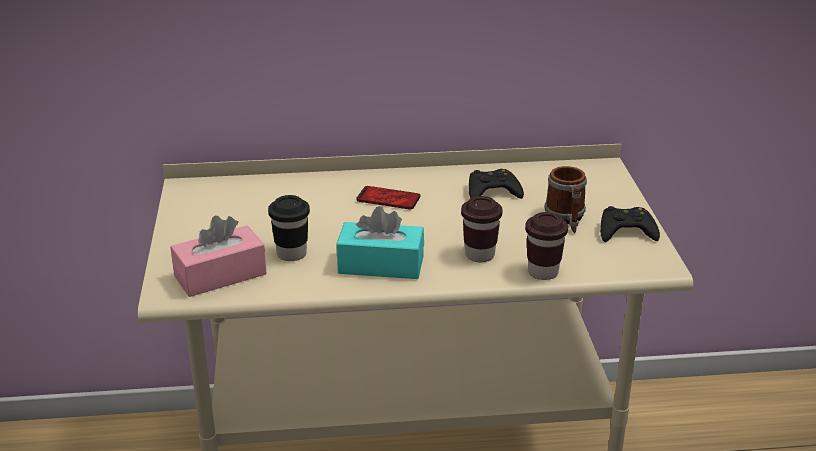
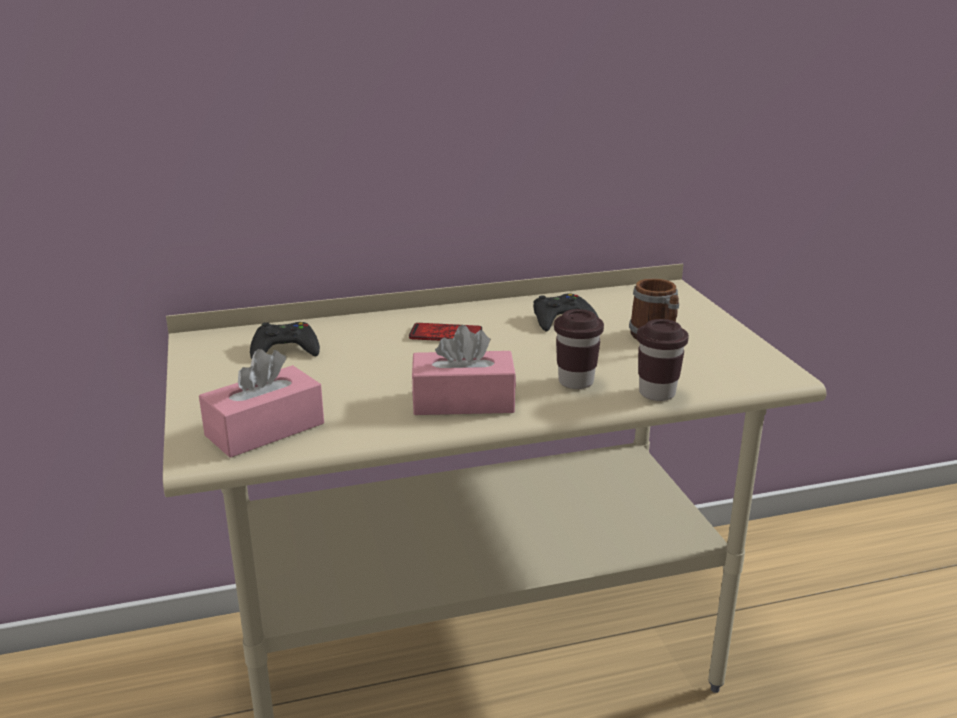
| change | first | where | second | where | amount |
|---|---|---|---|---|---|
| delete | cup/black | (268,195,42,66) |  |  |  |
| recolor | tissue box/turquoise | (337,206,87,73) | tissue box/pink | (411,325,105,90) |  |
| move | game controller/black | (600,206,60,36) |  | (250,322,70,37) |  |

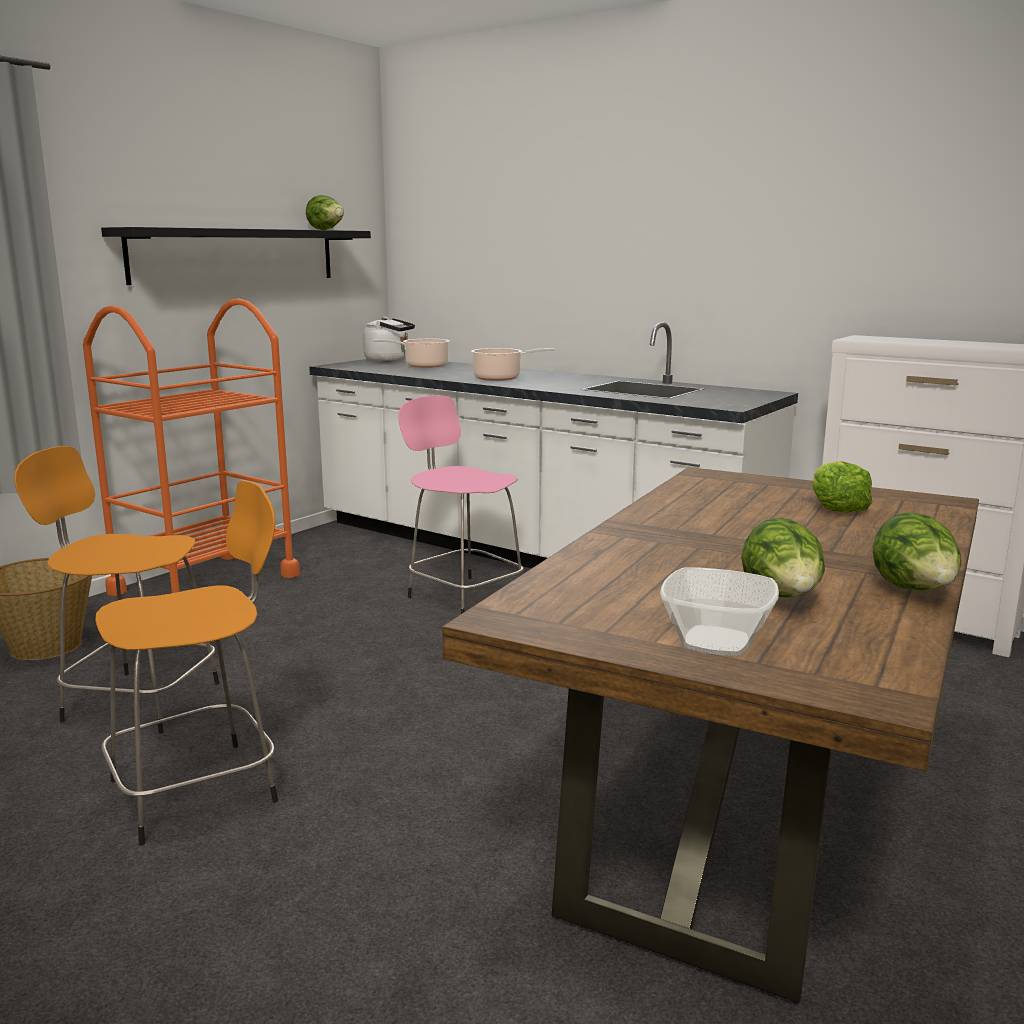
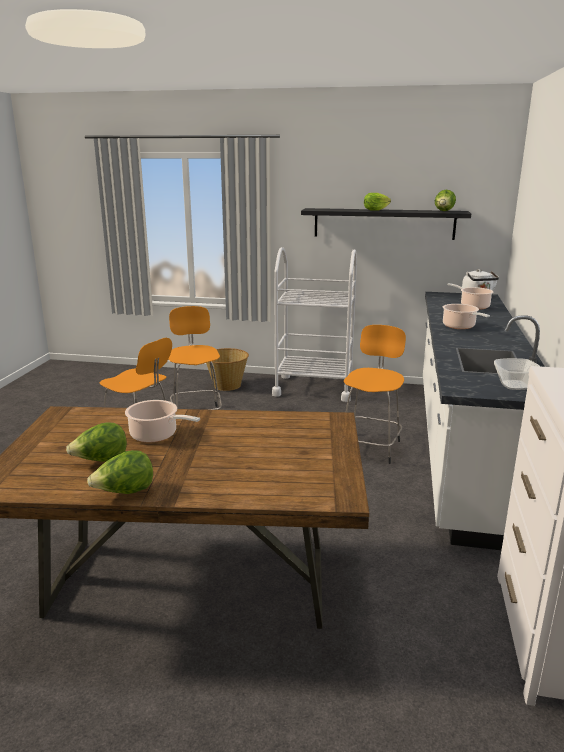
| change | first | where | second | where | amount |
|---|---|---|---|---|---|
| recolor | cart/orange | (83,298,217,298) | cart/white | (272,247,85,155) |  |
| recolor | stool/pink | (398,395,126,219) | stool/orange | (344,325,62,139) |  |
| move | lettuce | (812,461,61,52) |  | (364,193,27,18) |  |
| move | bowl | (660,567,119,89) |  | (494,358,45,32) |  |
| insert |  |  | cooking pot | (125,400,75,42) |  |

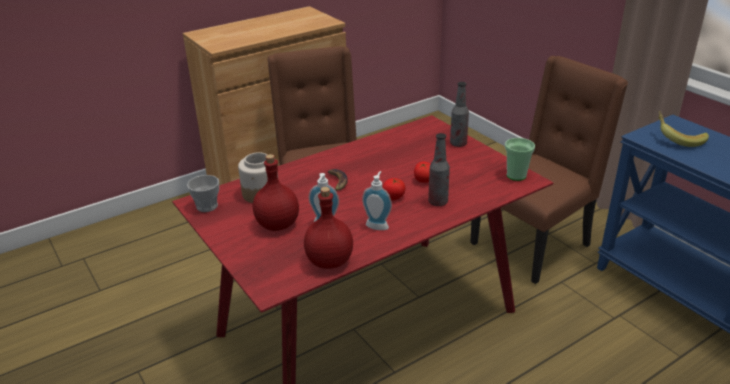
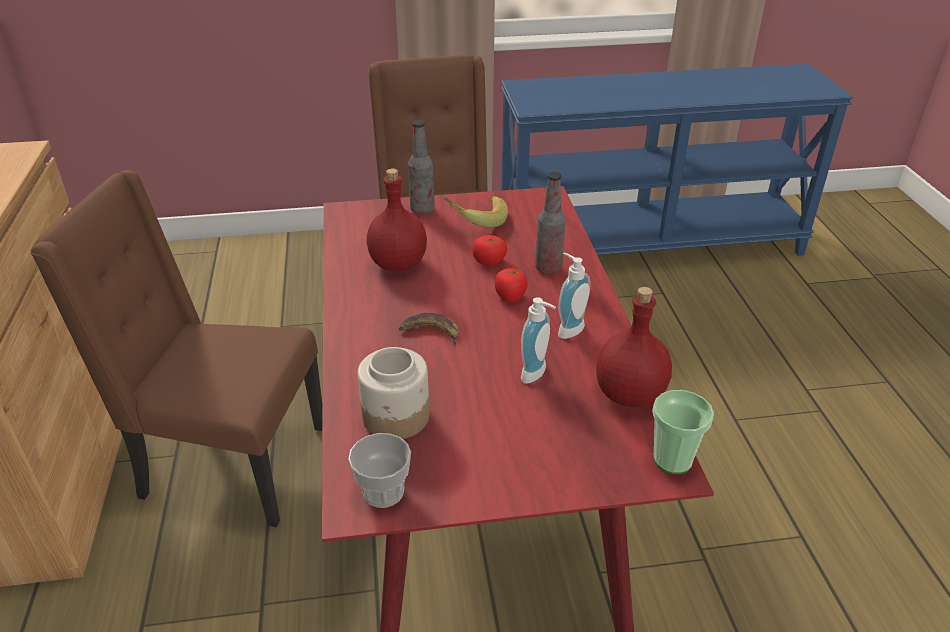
| change | first | where | second | where | amount |
|---|---|---|---|---|---|
| move | banana | (659,111,50,36) |  | (443,196,65,32) |  |
| move | cup | (505,138,30,43) |  | (652,390,62,84) |  |
| move | bottle/red | (253,154,46,77) |  | (367,169,60,102) |  |

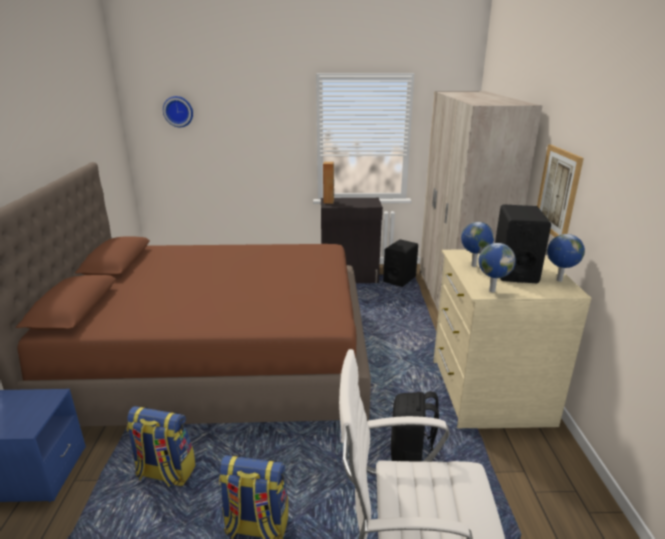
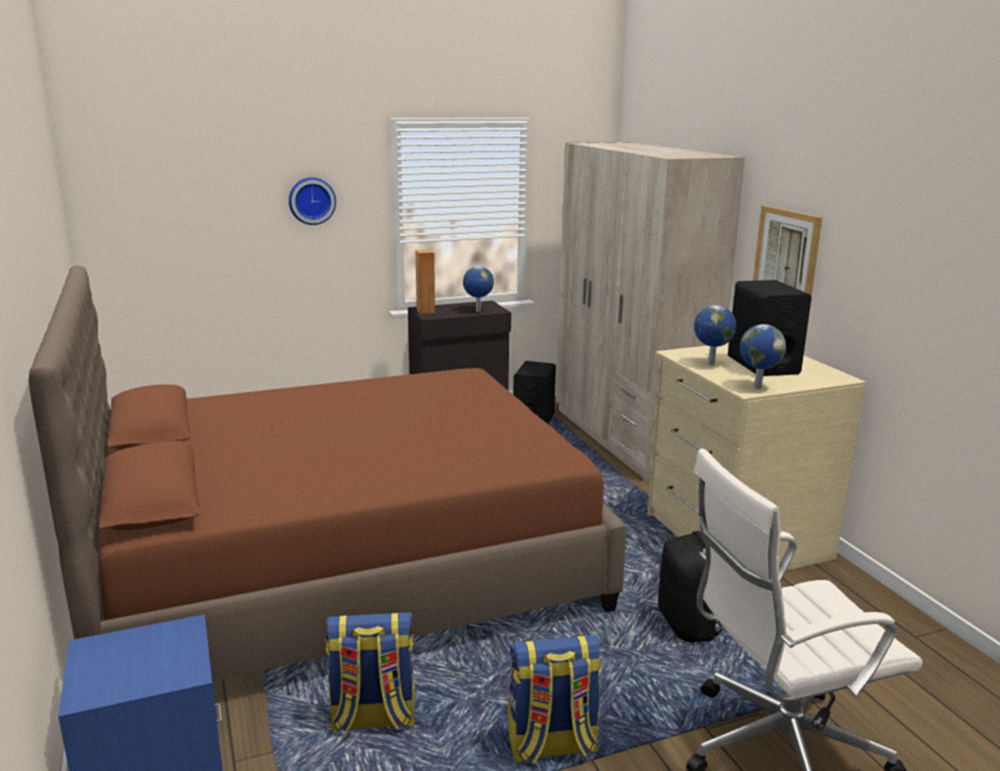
| change | first | where | second | where | amount |
|---|---|---|---|---|---|
| move | wall clock | (163,96,30,31) |  | (289,177,47,48) |  |
| move | globe | (547,234,38,48) |  | (463,266,31,46) |  |

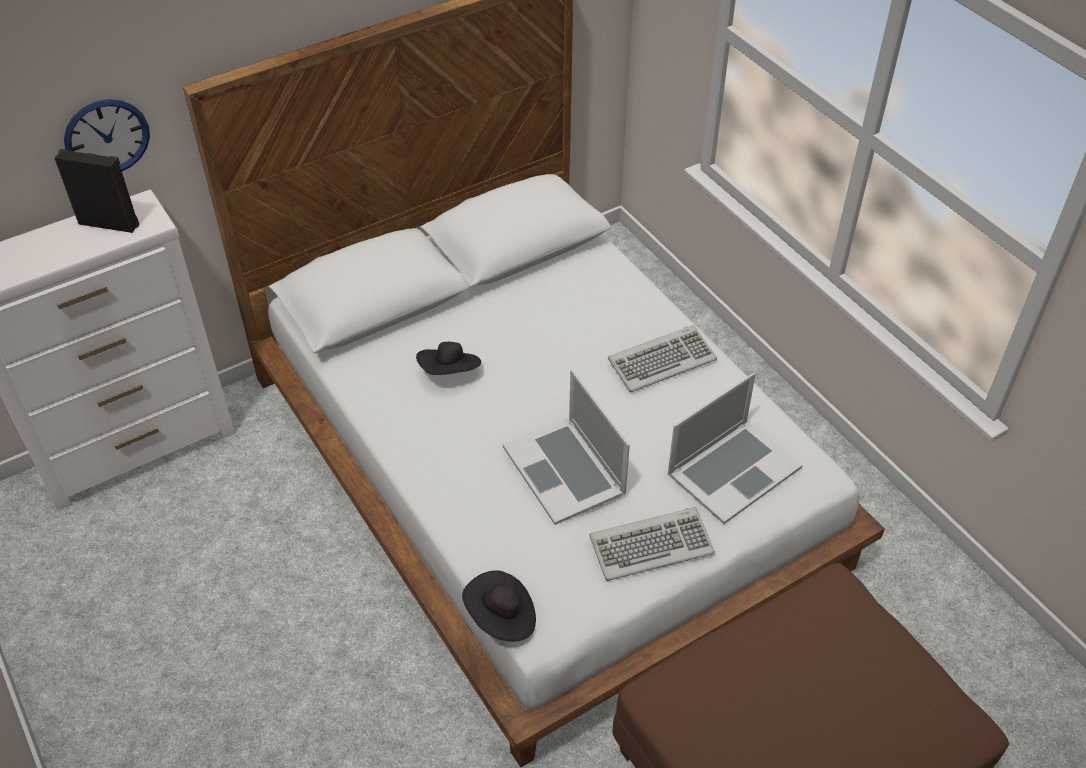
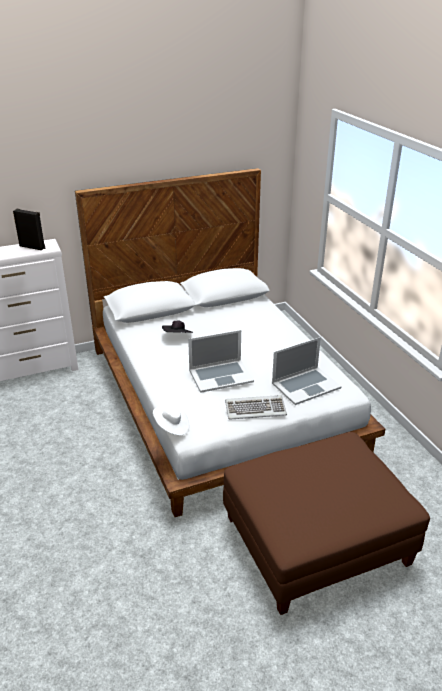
| change | first | where | second | where | amount |
|---|---|---|---|---|---|
| delete | wall clock | (64,99,86,72) |  |  |  |
| delete | keyboard | (608,325,109,67) |  |  |  |
| rotate | laptop | (503,370,127,155) |  | (188,330,66,63) | 90 degrees counterclockwise |
| recolor | hat/black | (462,570,74,72) | hat/white | (153,404,36,31) |  |

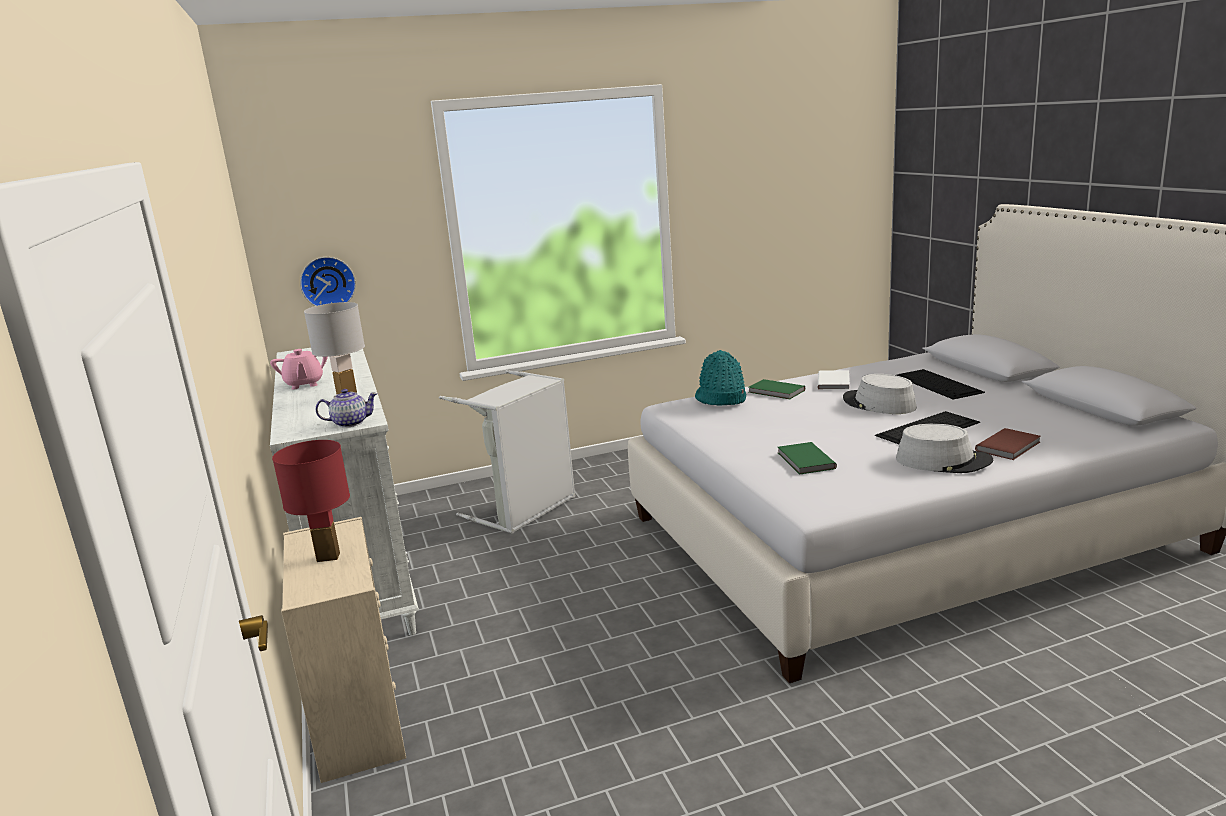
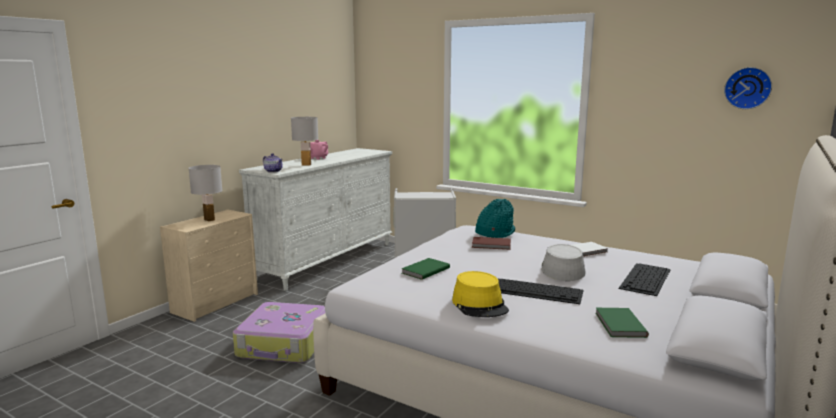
| change | first | where | second | where | amount |
|---|---|---|---|---|---|
| move | wall clock | (300,257,56,49) |  | (724,67,48,42) |  |
| move | book/green | (748,379,57,20) |  | (595,308,54,30) |  |
| recolor | hat/grey | (896,424,97,49) | hat/yellow | (452,271,57,46) |  |
| move | book/brown | (975,428,66,32) |  | (472,237,39,13) |  |
| recolor | table lamp/red | (272,440,78,122) | table lamp/white | (188,165,35,57) |  |
| insert |  |  | suitcase | (233,302,92,61) |  |

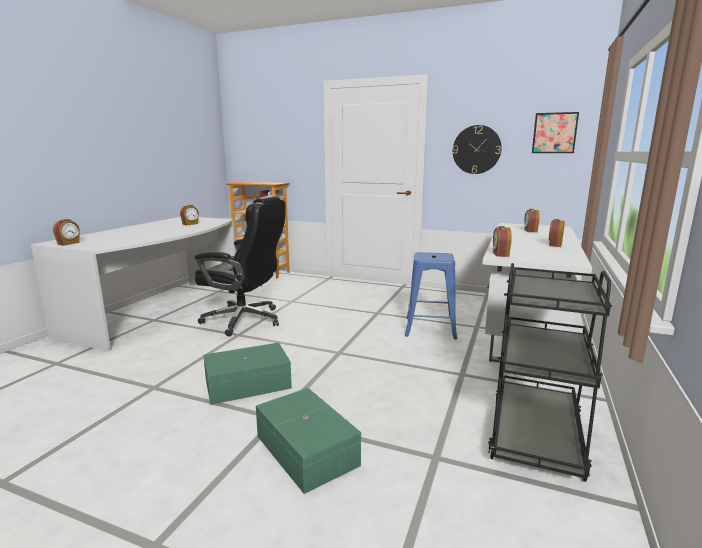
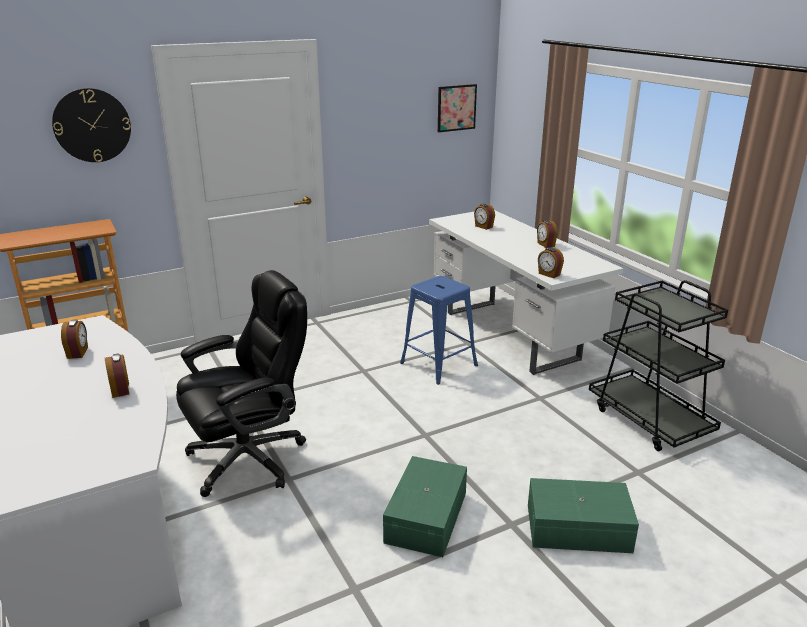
| change | first | where | second | where | amount |
|---|---|---|---|---|---|
| move | wall clock | (453,125,49,49) |  | (52,88,79,74) |  |
| move | alarm clock | (53,219,27,27) |  | (105,354,24,44) |  |

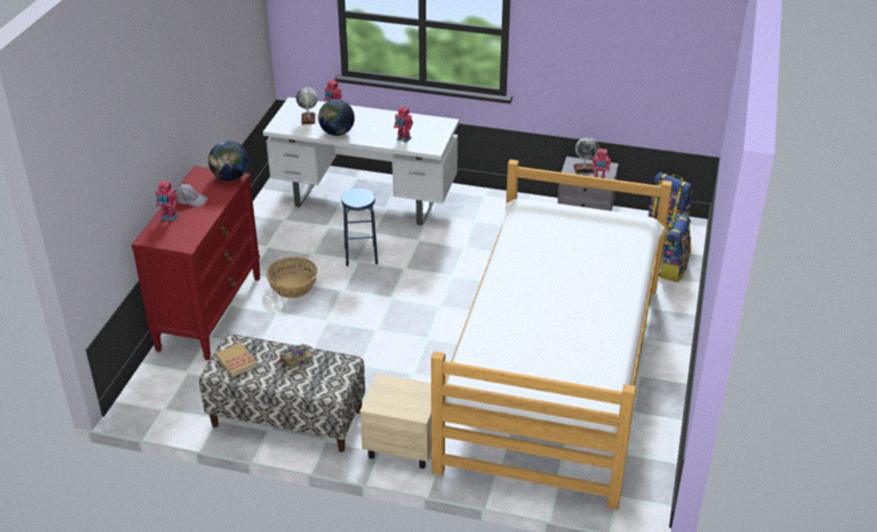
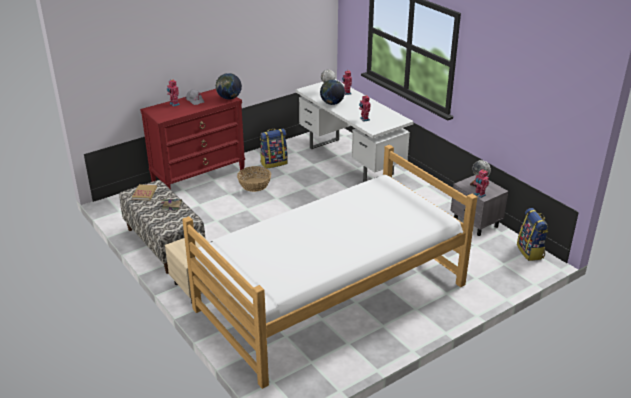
| change | first | where | second | where | amount |
|---|---|---|---|---|---|
| delete | stool/blue | (341,189,37,78) |  |  |  |
| move | backpack | (659,215,32,67) |  | (260,129,28,40) |  |

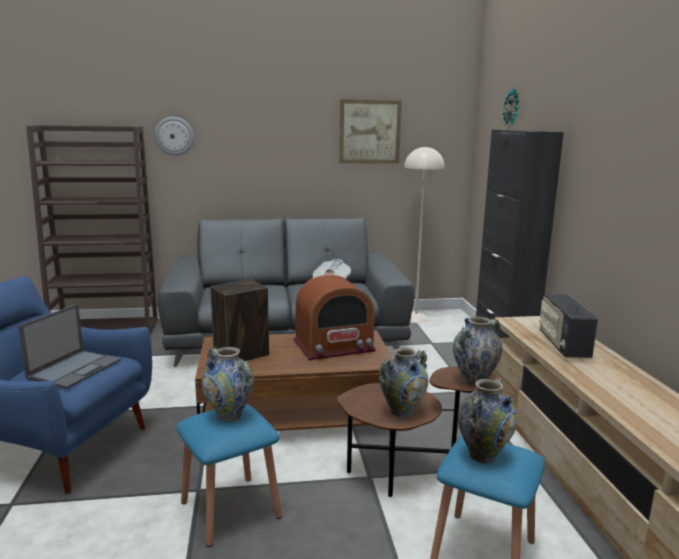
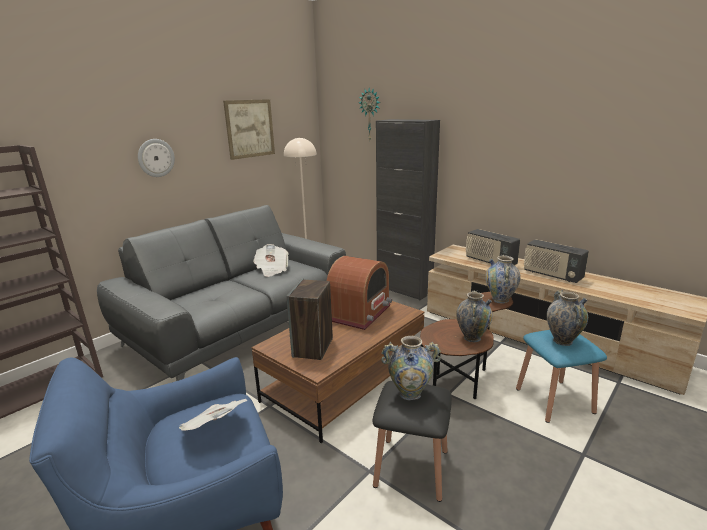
| change | first | where | second | where | amount |
|---|---|---|---|---|---|
| move | wall clock | (155,117,39,39) |  | (138,139,37,38) |  |
| replace | laptop | (18,304,103,85) | newspaper | (179,399,68,32) |  |
| recolor | stool/blue | (176,404,106,143) | stool/black | (373,381,79,121) |  |
| insert |  |  | radio | (524,239,65,44) |  |

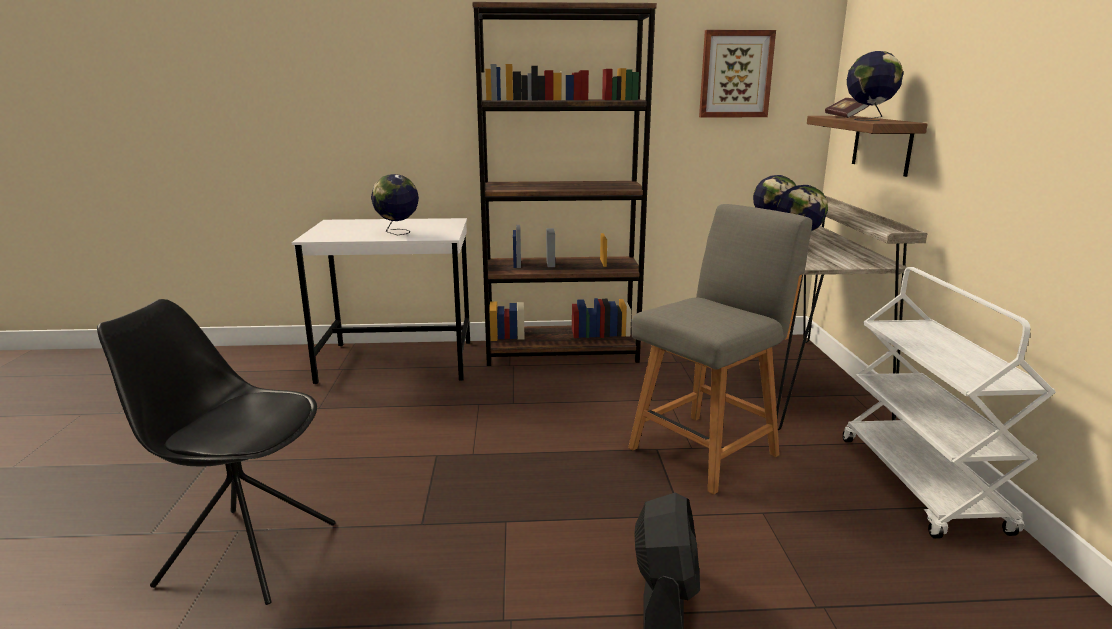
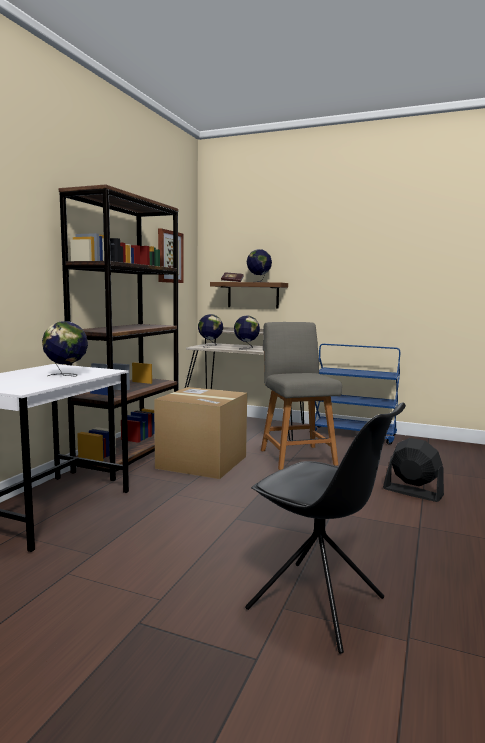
| change | first | where | second | where | amount |
|---|---|---|---|---|---|
| recolor | cart/white | (843,267,213,272) | cart/blue | (315,344,85,101) |  |
| rotate | chair/black | (97,299,239,306) |  | (245,402,161,252) | 90 degrees counterclockwise |
| insert |  |  | cardboard box | (154,387,93,92) |  |

